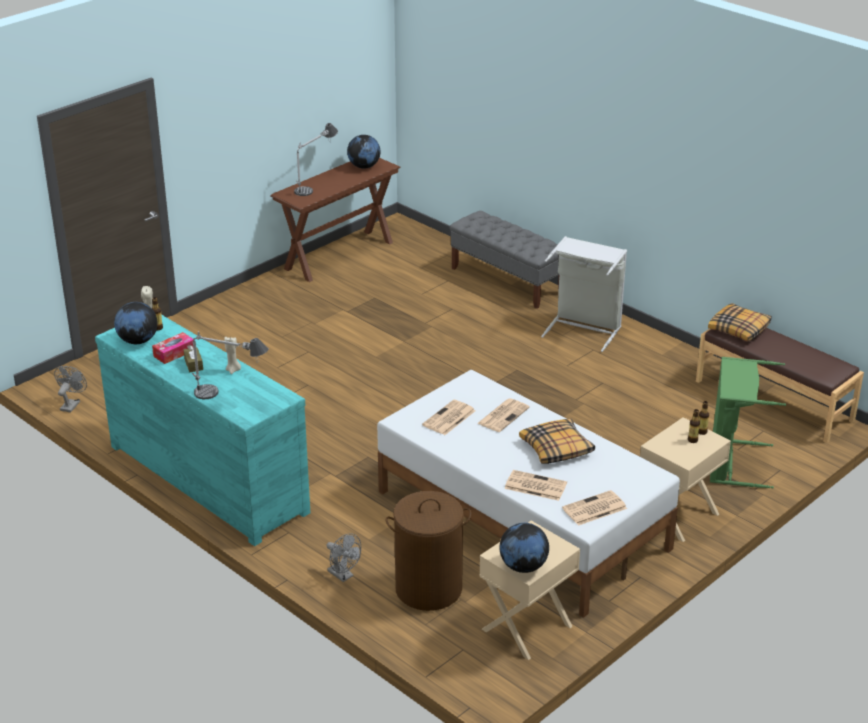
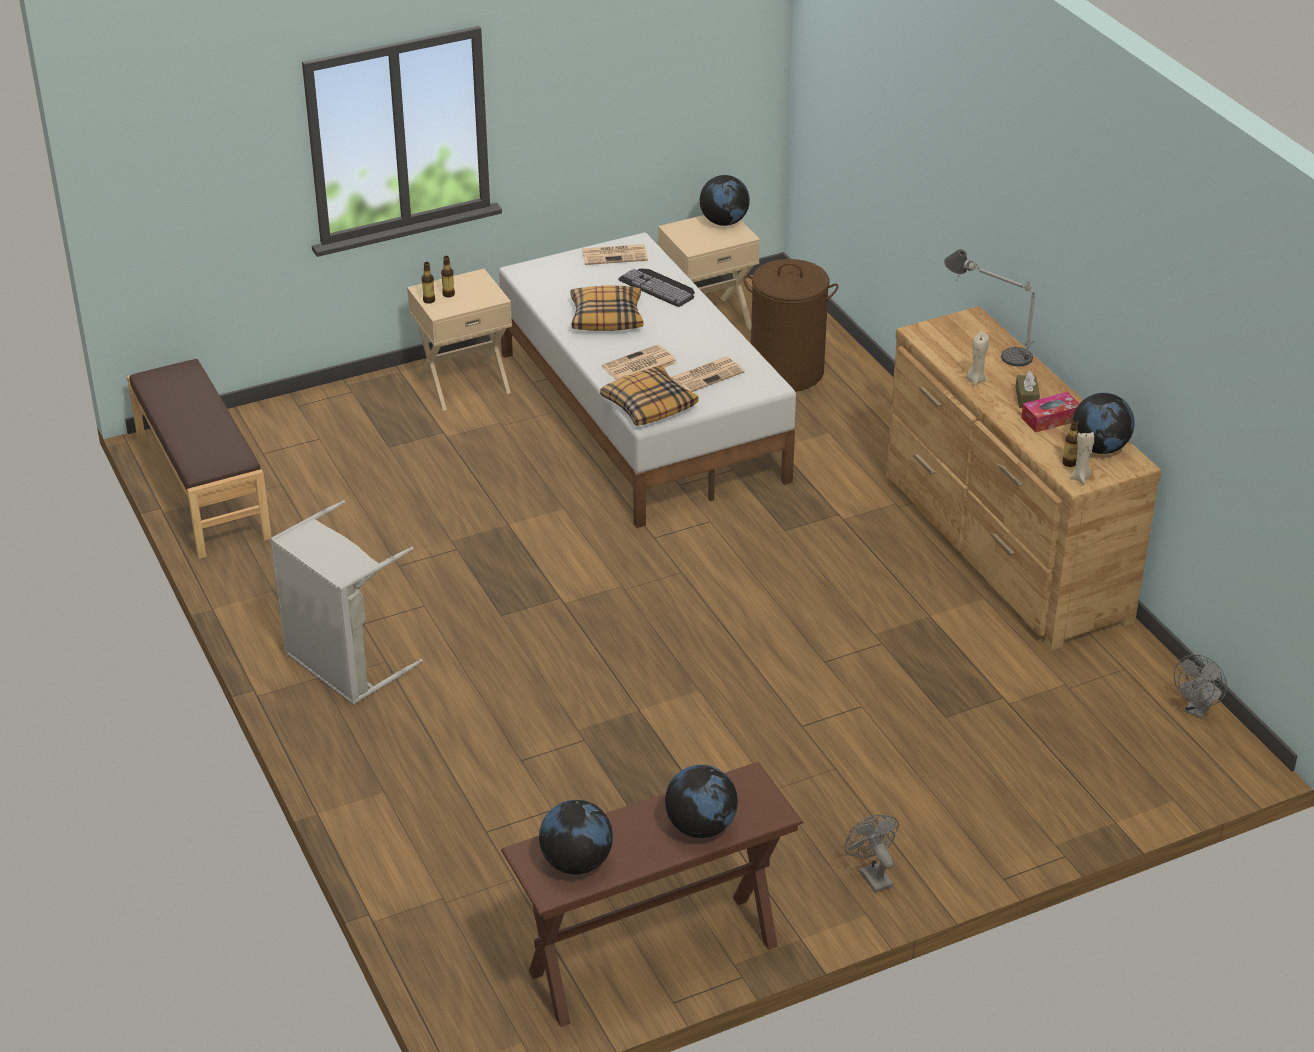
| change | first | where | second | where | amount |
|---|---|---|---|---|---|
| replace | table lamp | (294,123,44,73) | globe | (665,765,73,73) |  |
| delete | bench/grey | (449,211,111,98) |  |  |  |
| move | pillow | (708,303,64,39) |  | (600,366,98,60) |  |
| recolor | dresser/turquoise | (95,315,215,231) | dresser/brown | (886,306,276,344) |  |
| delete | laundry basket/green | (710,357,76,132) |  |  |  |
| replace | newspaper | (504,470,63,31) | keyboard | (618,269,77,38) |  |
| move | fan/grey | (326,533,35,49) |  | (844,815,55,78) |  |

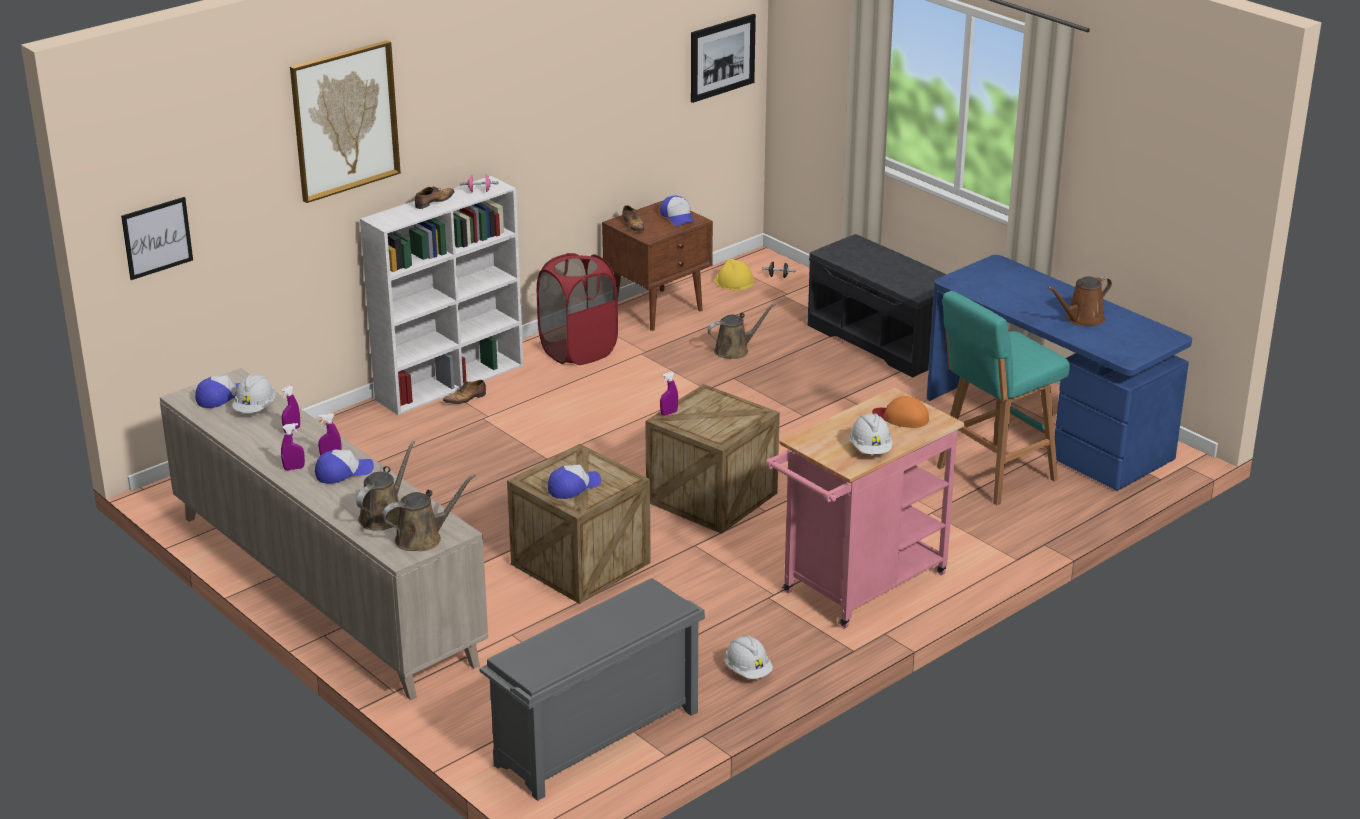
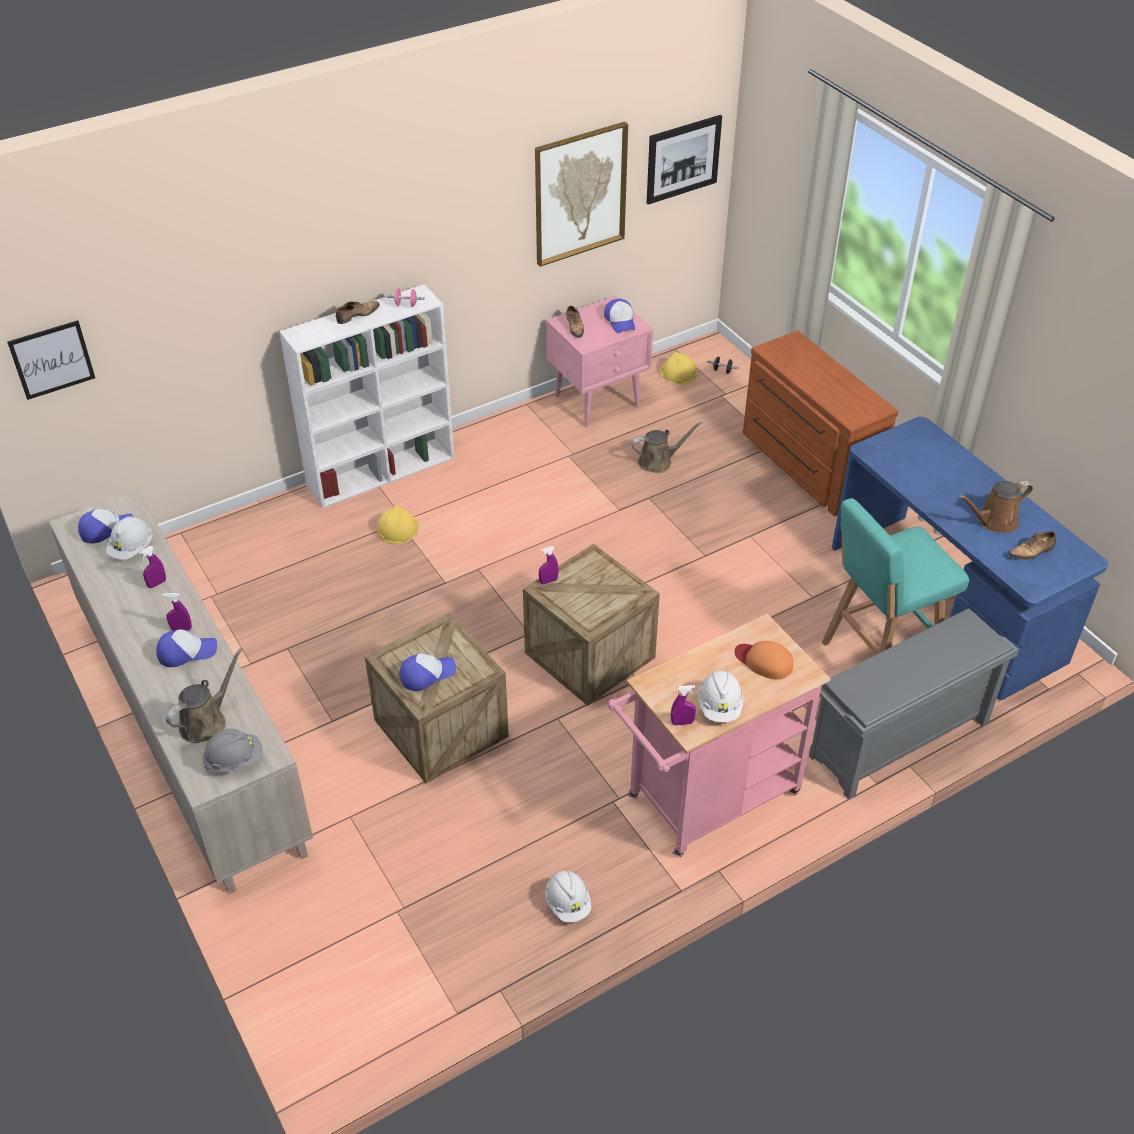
| change | first | where | second | where | amount |
|---|---|---|---|---|---|
| move | picture | (290,40,111,163) |  | (535,122,93,145) |  |
| recolor | nightstand/brown | (602,201,111,130) | nightstand/pink | (546,296,107,131) |  |
| replace | bench/grey | (808,234,139,143) | dresser/brown | (743,330,155,186) |  |
| delete | laundry basket/red | (537,253,81,112) |  |  |  |
| move | shoe | (443,380,43,24) |  | (1008,531,48,29) |  |
| move | spray bottle/purple | (281,423,24,47) |  | (671,685,25,40) |  |
| replace | watering can/brown | (382,474,94,77) | hard hat/grey | (203,729,60,43) |  |
| move | shoe rack/grey | (479,578,226,223) |  | (809,608,210,192) |  |
| insert |  |  | hard hat/yellow | (377,506,42,38) |  |

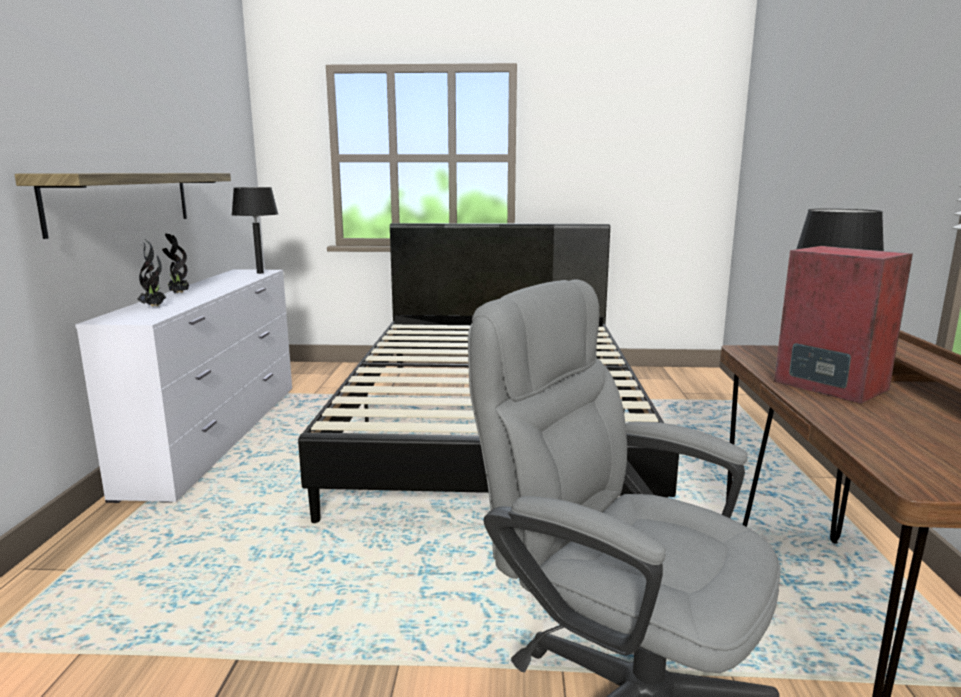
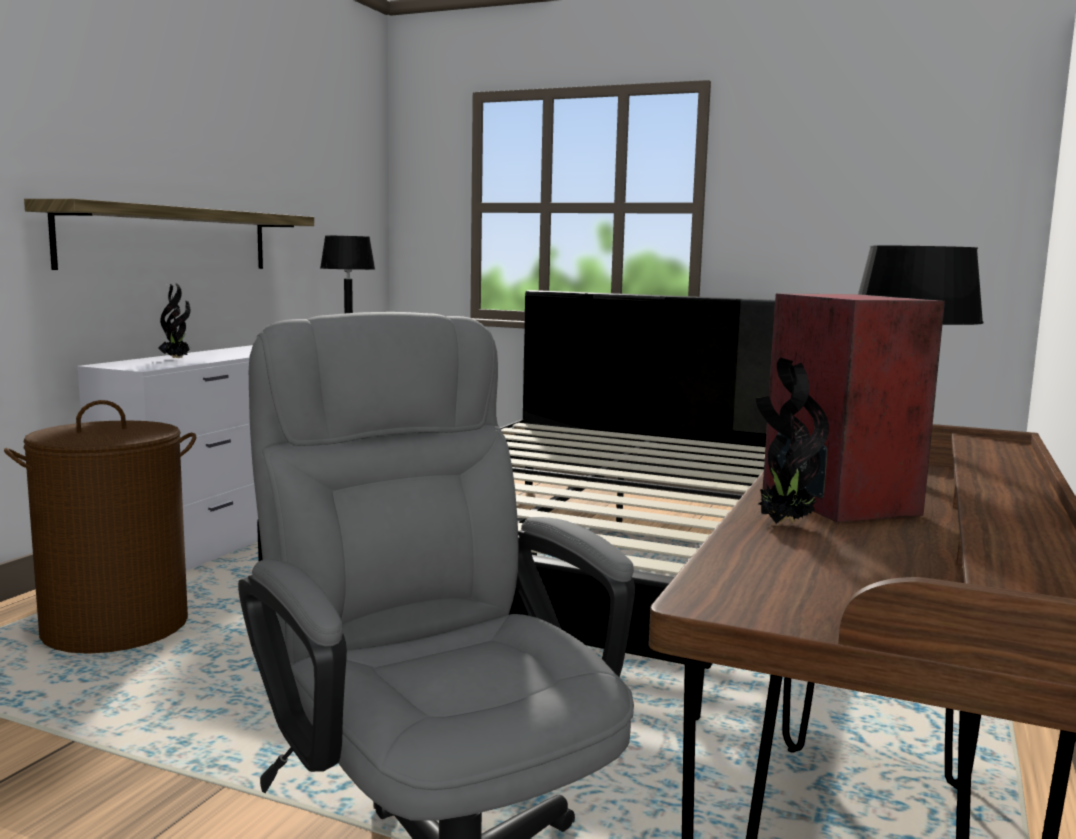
| change | first | where | second | where | amount |
|---|---|---|---|---|---|
| move | potted plant | (162,233,27,61) |  | (756,357,73,167) |  |
| insert |  |  | laundry basket/brown | (4,400,192,254) |  |

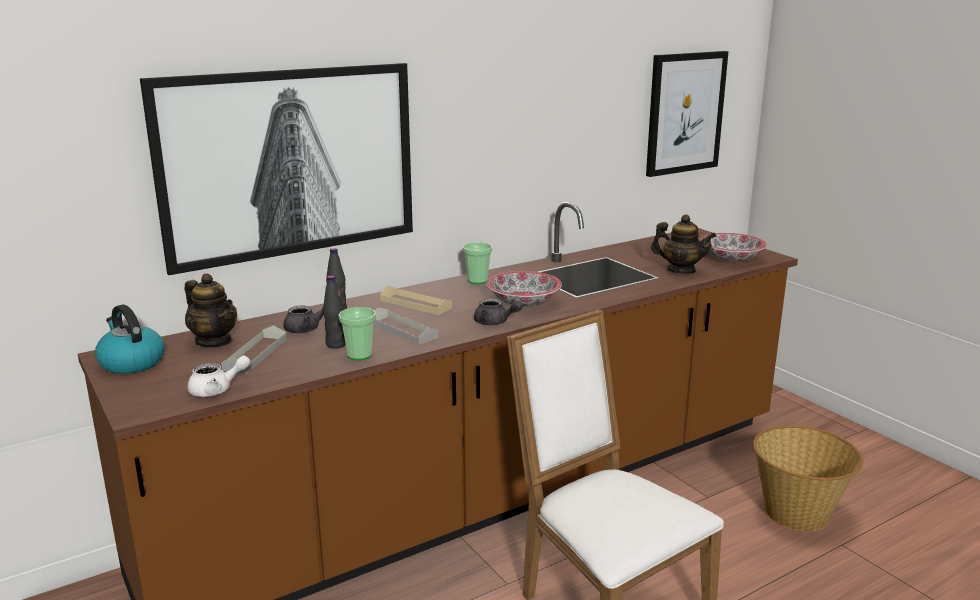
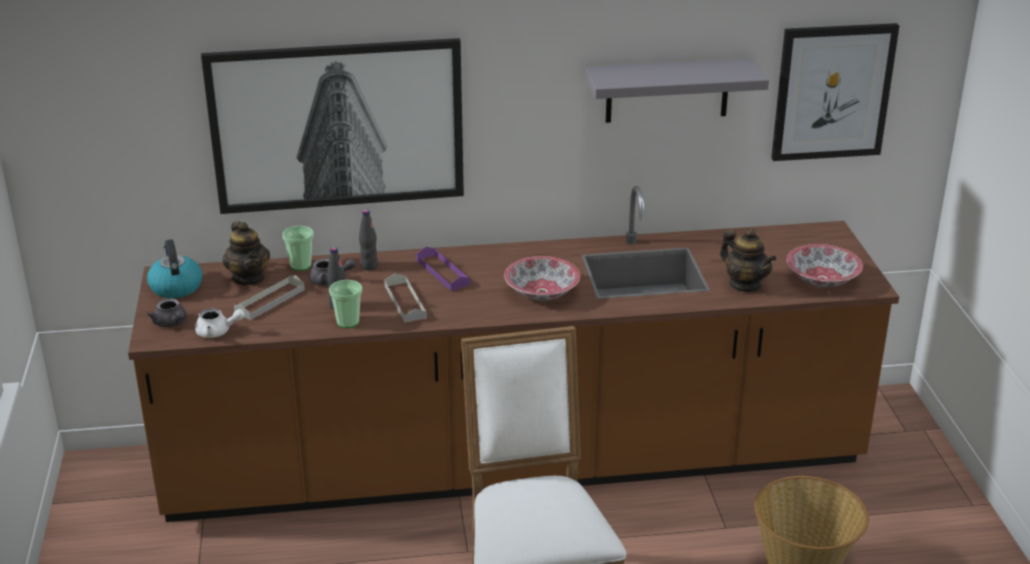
| change | first | where | second | where | amount |
|---|---|---|---|---|---|
| move | cup | (463,242,29,42) |  | (282,226,32,45) |  |
| recolor | tray/beige | (380,286,72,29) | tray/purple | (416,247,54,44) |  |
| move | teapot/grey | (474,298,49,27) |  | (147,298,40,30) |  |
| insert |  |  | shelf/grey | (585,58,184,65) |  |

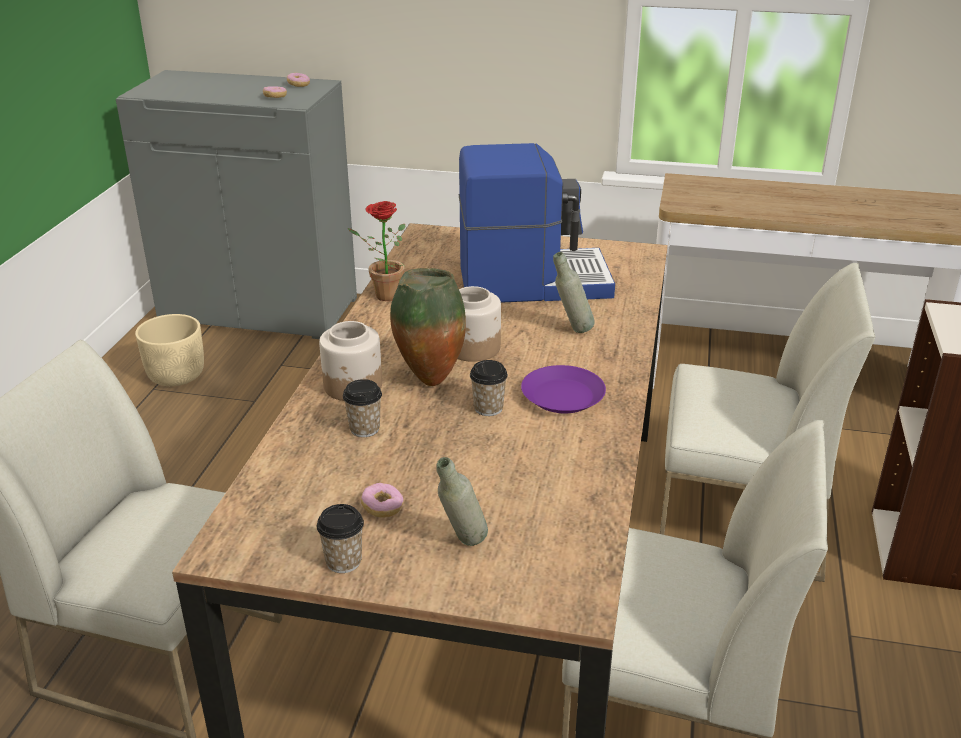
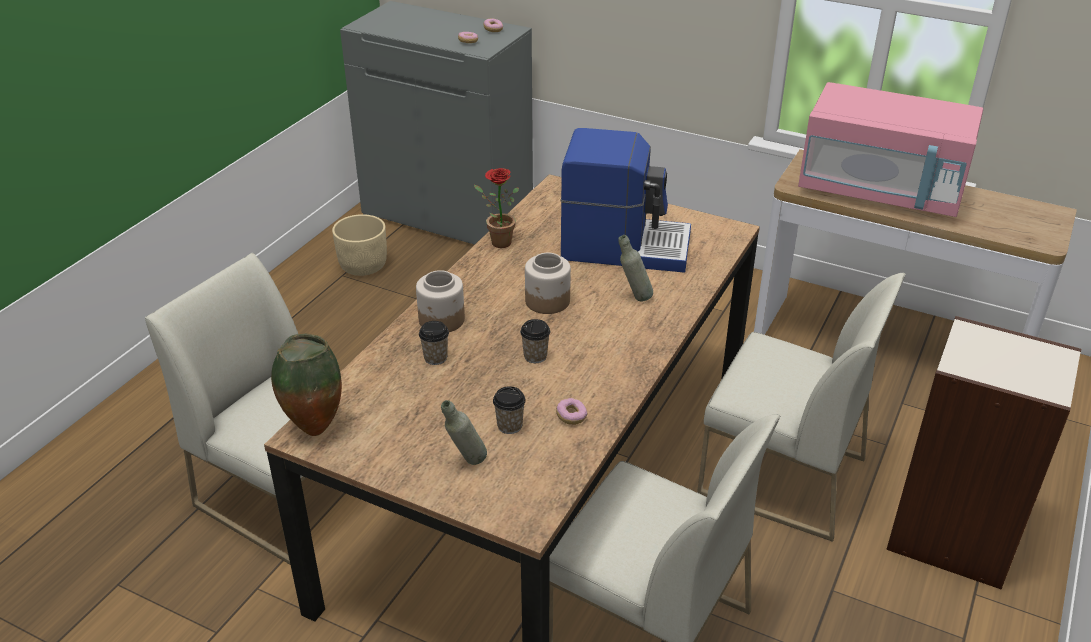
| change | first | where | second | where | amount |
|---|---|---|---|---|---|
| move | vase | (390,268,76,118) |  | (271,334,71,102) |  |
| delete | plate/purple | (521,365,85,48) |  |  |  |
| move | donut | (361,483,43,35) |  | (556,398,31,27) |  |
| move | cup | (317,504,47,69) |  | (493,386,33,48) |  |
| insert |  |  | microwave/pink | (798,82,185,135) |  |

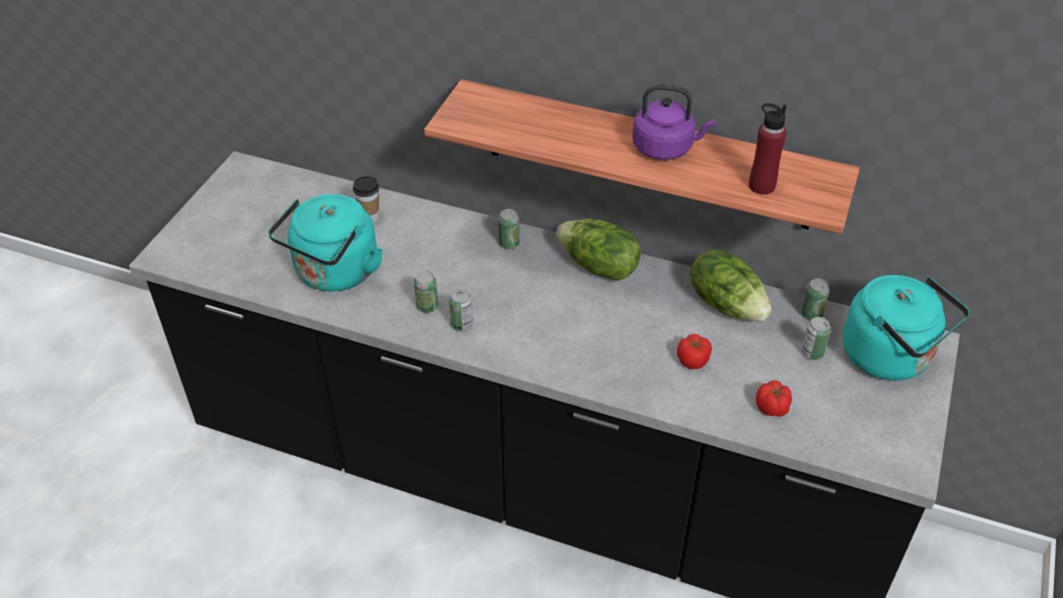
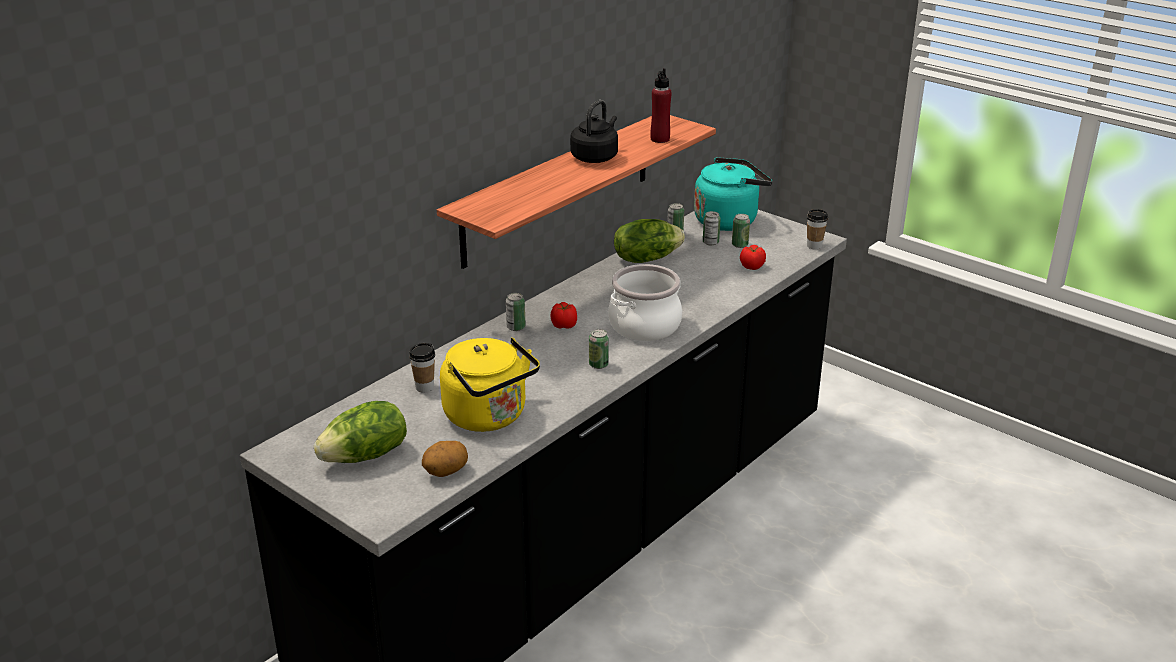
| change | first | where | second | where | amount |
|---|---|---|---|---|---|
| recolor | kettle/purple | (632,85,83,75) | kettle/black | (570,100,48,63) |  |
| recolor | kettle/turquoise | (268,194,115,97) | kettle/yellow | (440,338,100,94) |  |
| move | lettuce | (556,219,85,62) |  | (314,401,93,62) |  |
| move | can | (414,271,24,42) |  | (732,214,18,34) |  |
| move | tomato | (677,334,35,35) |  | (551,302,26,27) |  |
| insert |  |  | cup | (807,209,21,41) |  |
| insert |  |  | cooking pot | (608,264,74,77) |  |
| insert |  |  | potato | (422,441,46,36) |  |

